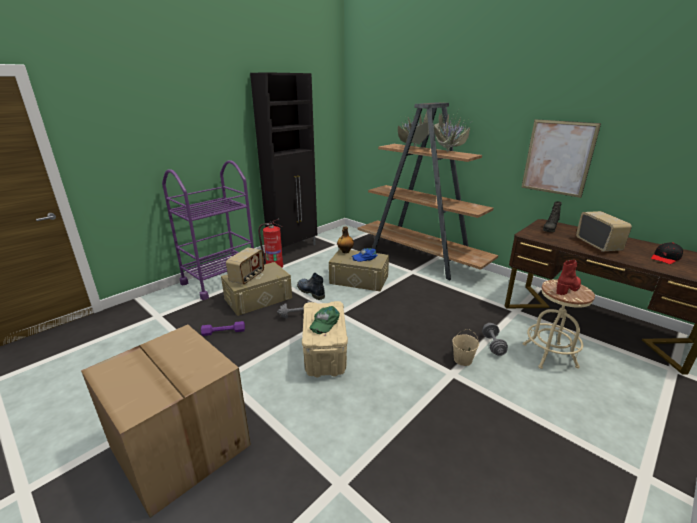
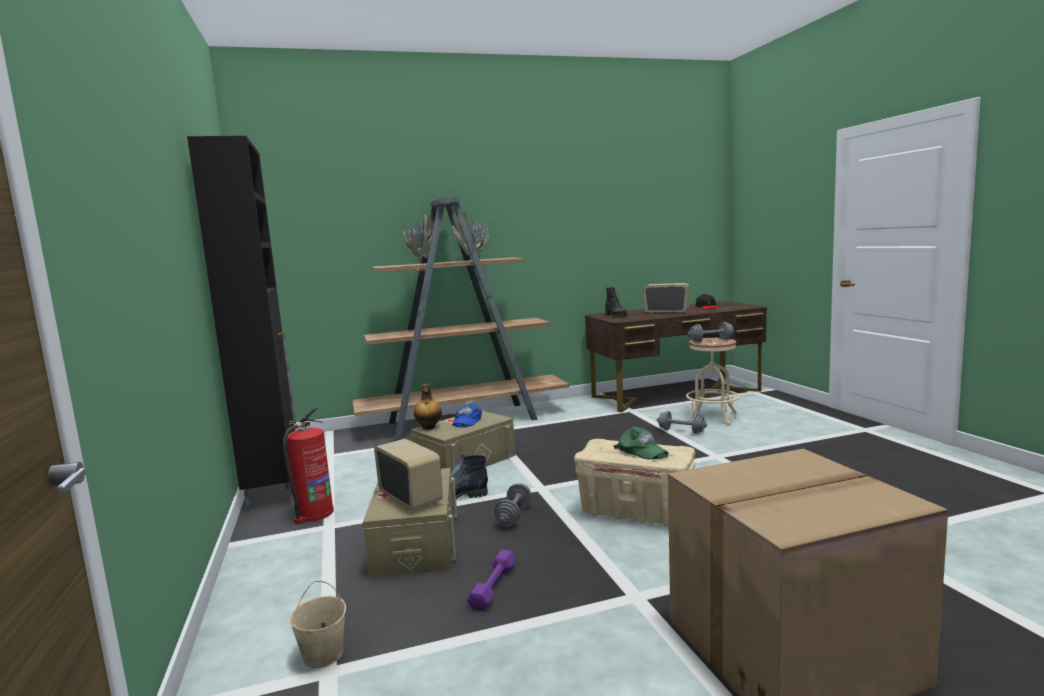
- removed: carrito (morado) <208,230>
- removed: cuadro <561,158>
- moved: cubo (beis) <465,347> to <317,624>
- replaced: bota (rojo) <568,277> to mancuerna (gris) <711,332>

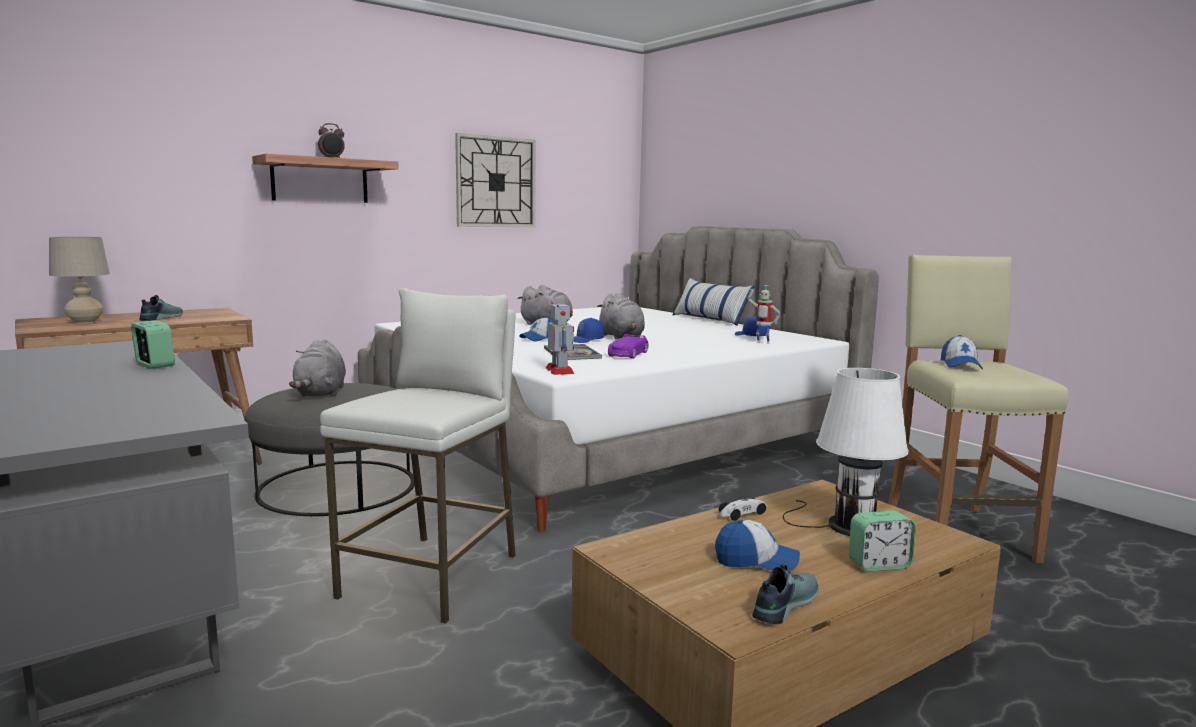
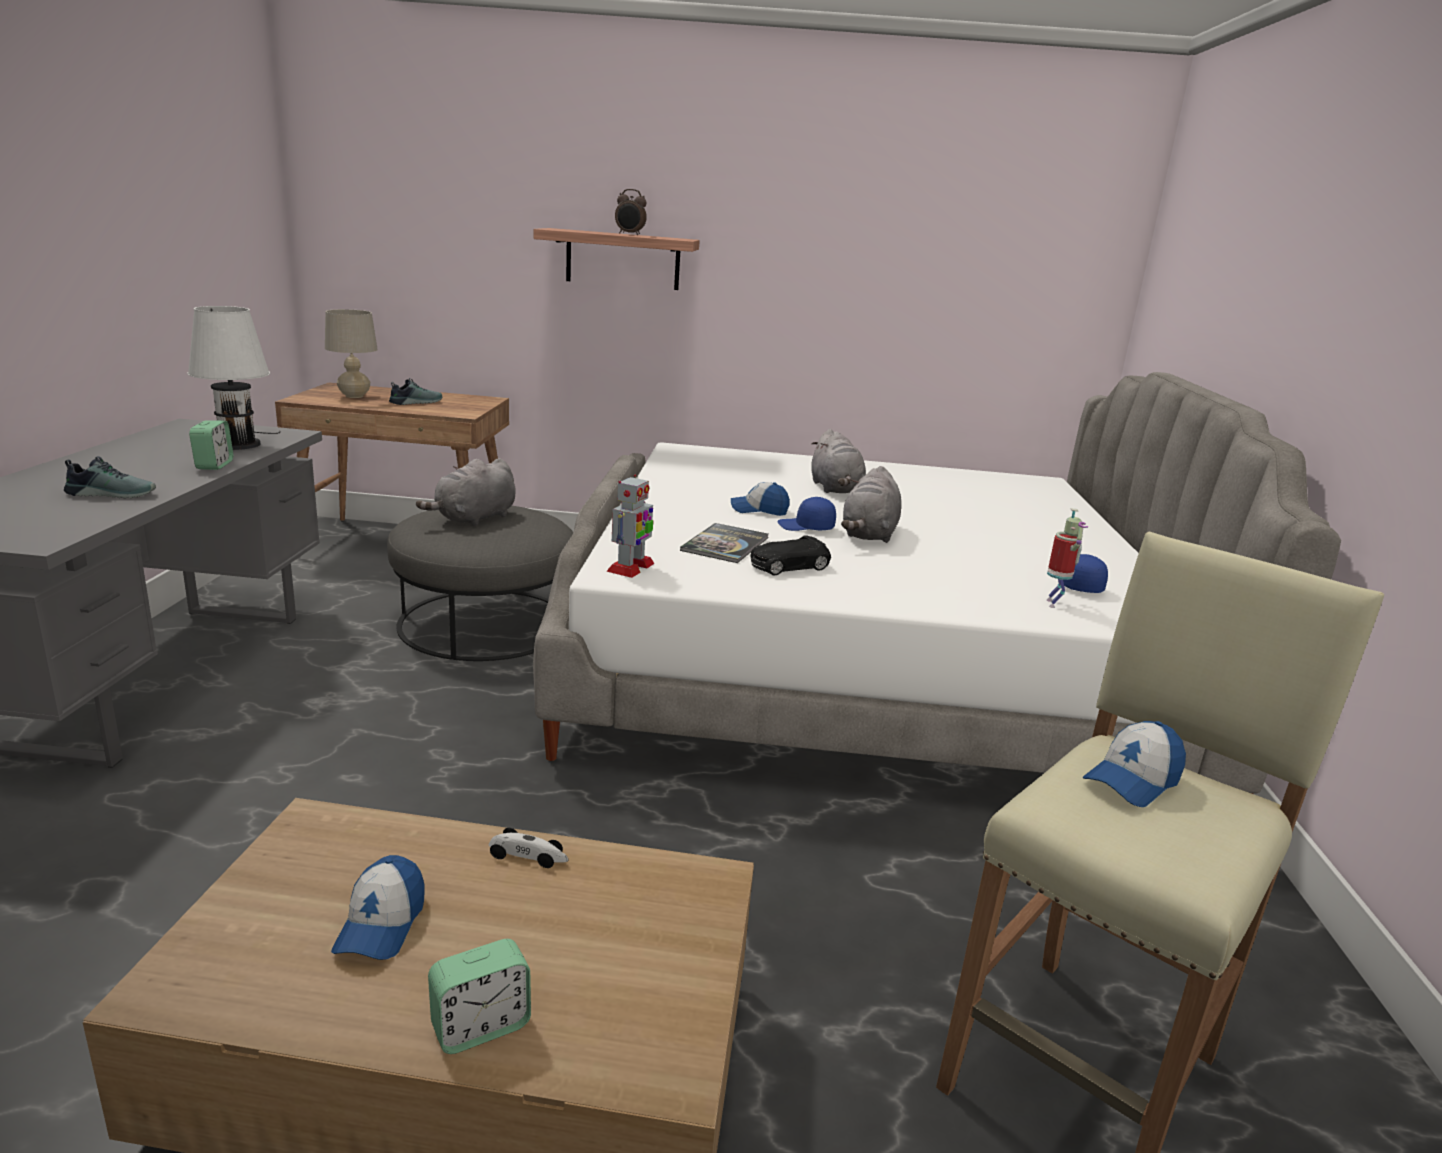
- removed: taburete (blanco) <418,455>
- removed: reloj de pared <495,180>
- removed: cojín <713,302>
- moved: zapato <785,593> to <110,477>
- moved: lámpara de mesa (blanco) <846,452> to <233,378>
- recoloured: coche de juguete (morado) <628,346> to coche de juguete (negro) <790,555>
- turned: gorra <757,545> = <378,907> 45 degrees clockwise
- turned: robot de juguete <764,314> = <1067,558> 150 degrees counterclockwise
- turned: despertador <882,541> = <479,996> 60 degrees counterclockwise

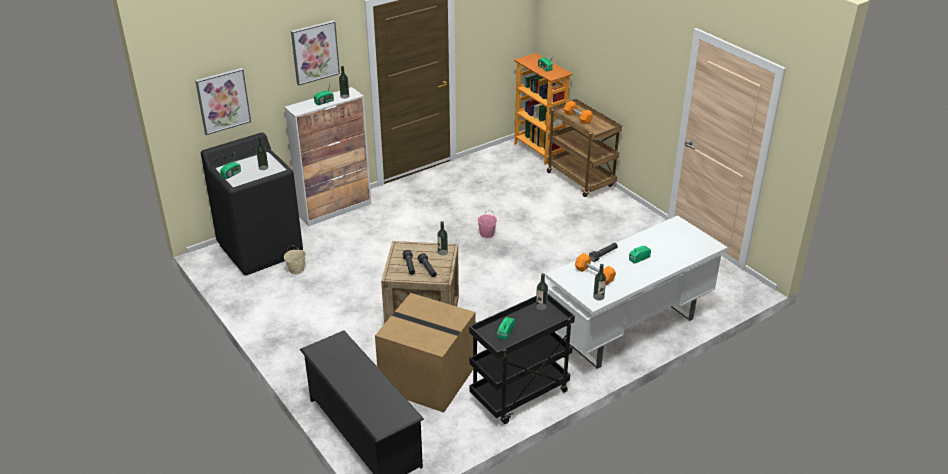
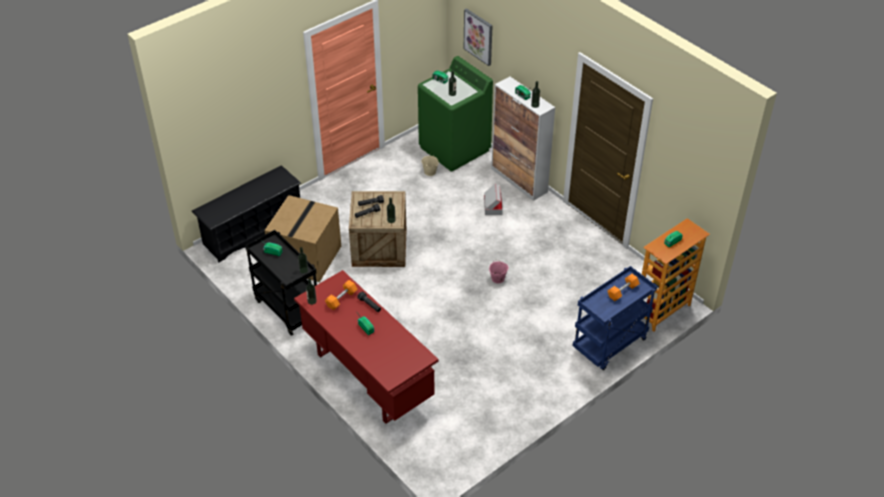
- removed: cuadro <315,52>
- added: caja de cartón <493,199>
- recoloured: lavadora (negro) <252,204> to lavadora (verde) <455,114>
- recoloured: escritorio (blanco) <636,292> to escritorio (rojo) <366,347>
- recoloured: carrito (marrón) <584,148> to carrito (azul) <614,318>

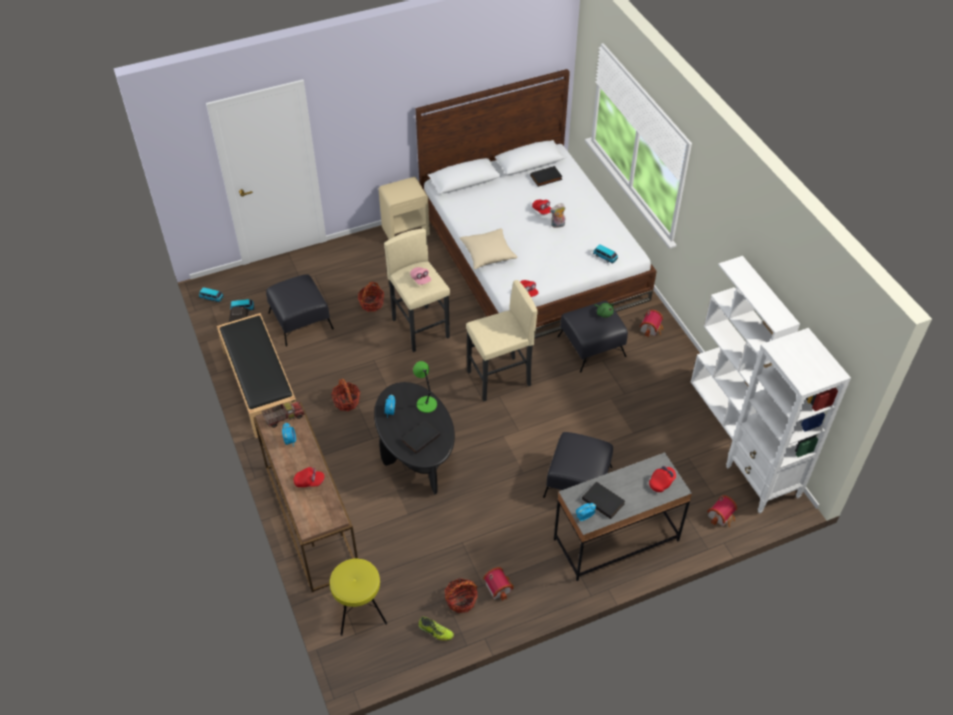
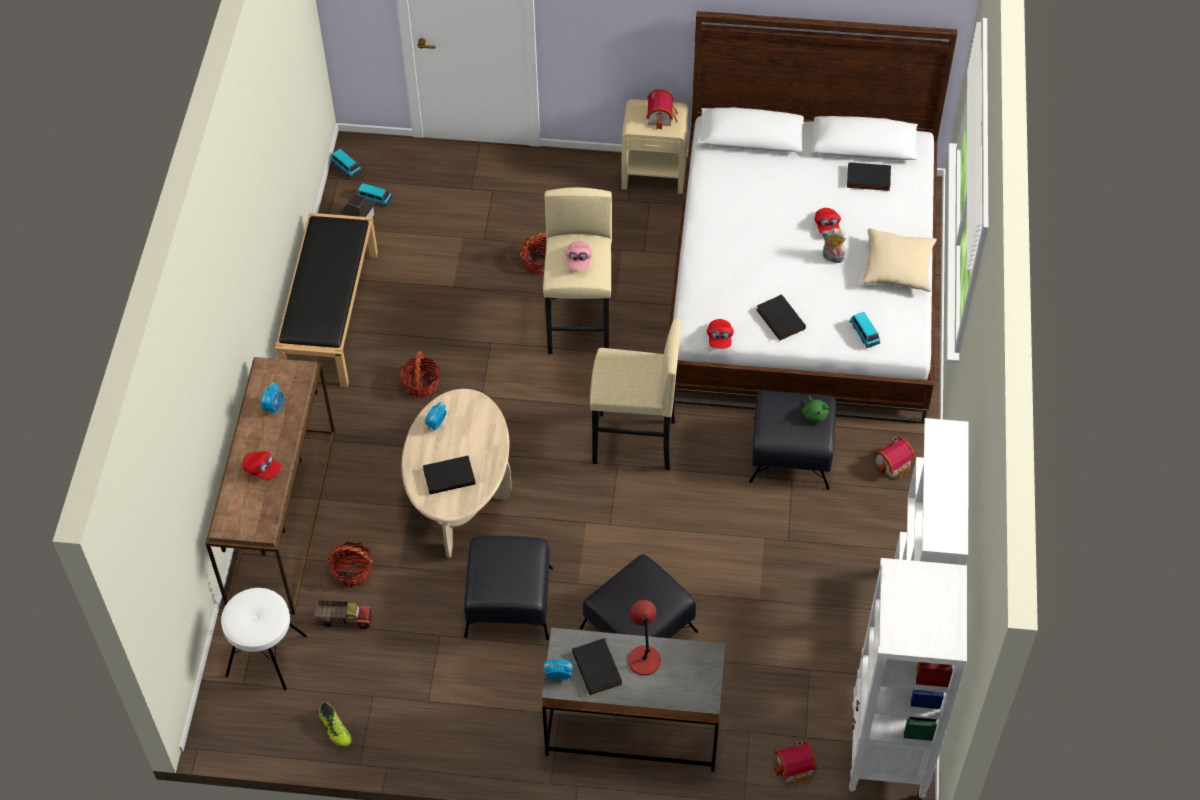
- removed: lámpara de mesa (verde) <425,387>
- removed: gorra (rojo) <662,479>
- added: lámpara de mesa (rojo) <644,637>
- added: libro (negro) <781,317>
- moved: camión de juguete <283,415> to <343,614>
- moved: puf (negro) <300,310> to <508,588>
- moved: cesta <461,595> to <350,564>
- moved: cojín (beis) <489,249> to <898,260>
- moved: casita <498,584> to <662,109>
- recoloured: taburete (amarillo) <358,597> to taburete (blanco) <264,639>
- recoloured: mesa de centro (negro) <414,438> to mesa de centro (beis) <456,473>

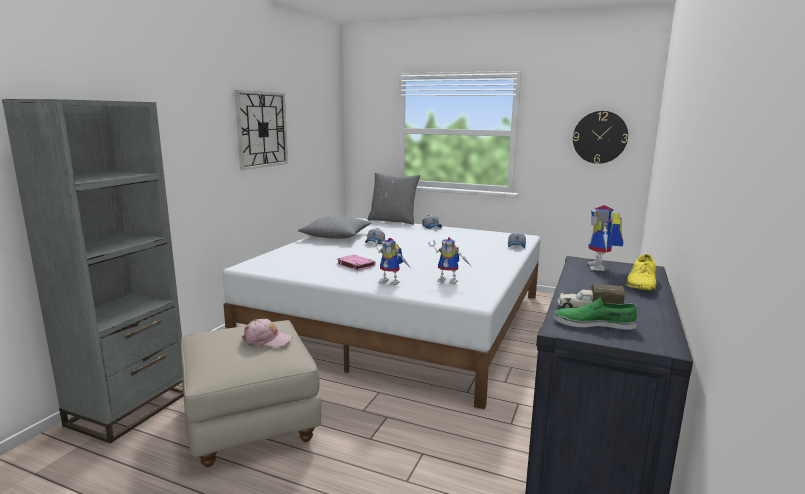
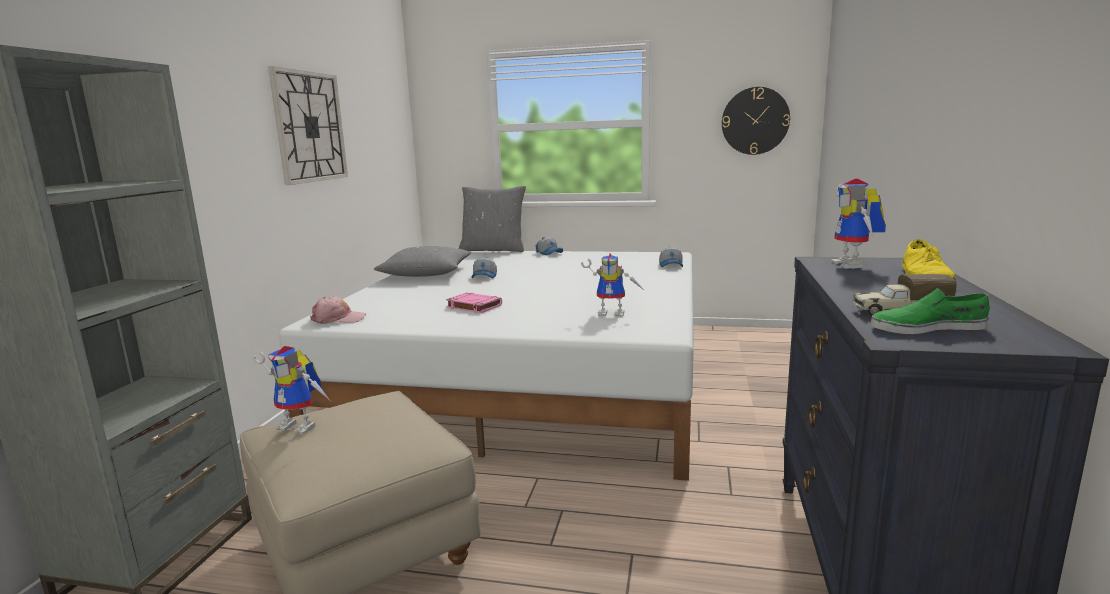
- moved: gorra (rosa) <267,333> to <338,310>
- moved: robot de juguete <390,262> to <291,390>

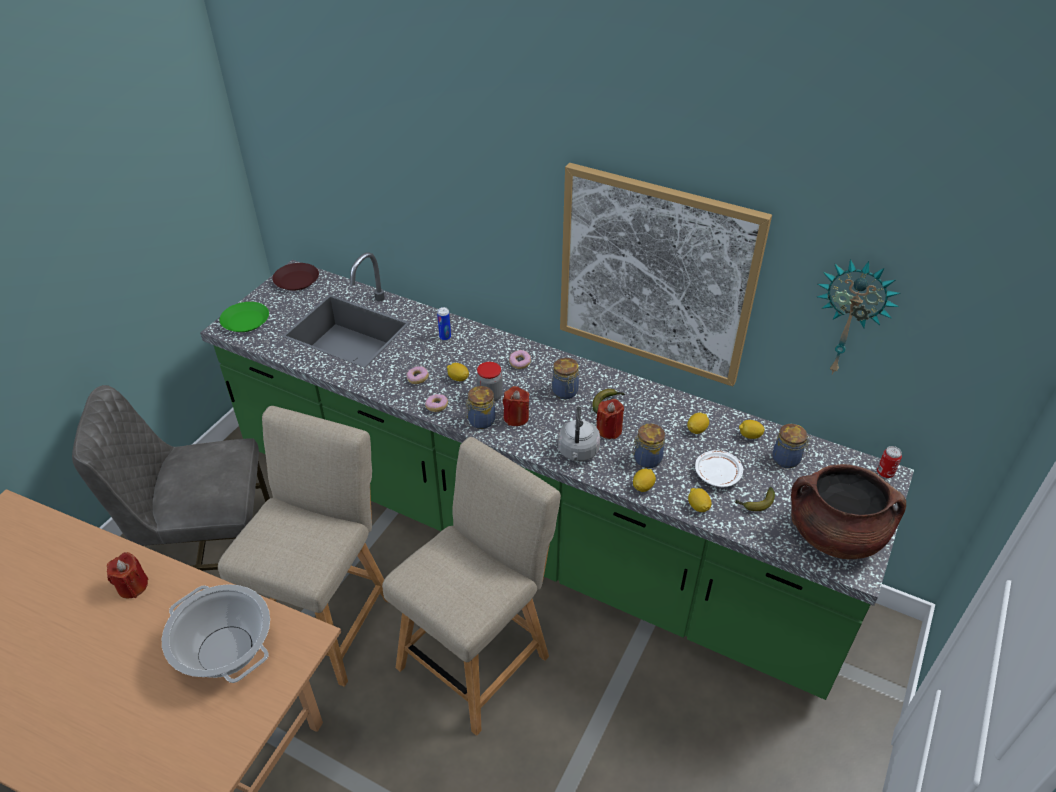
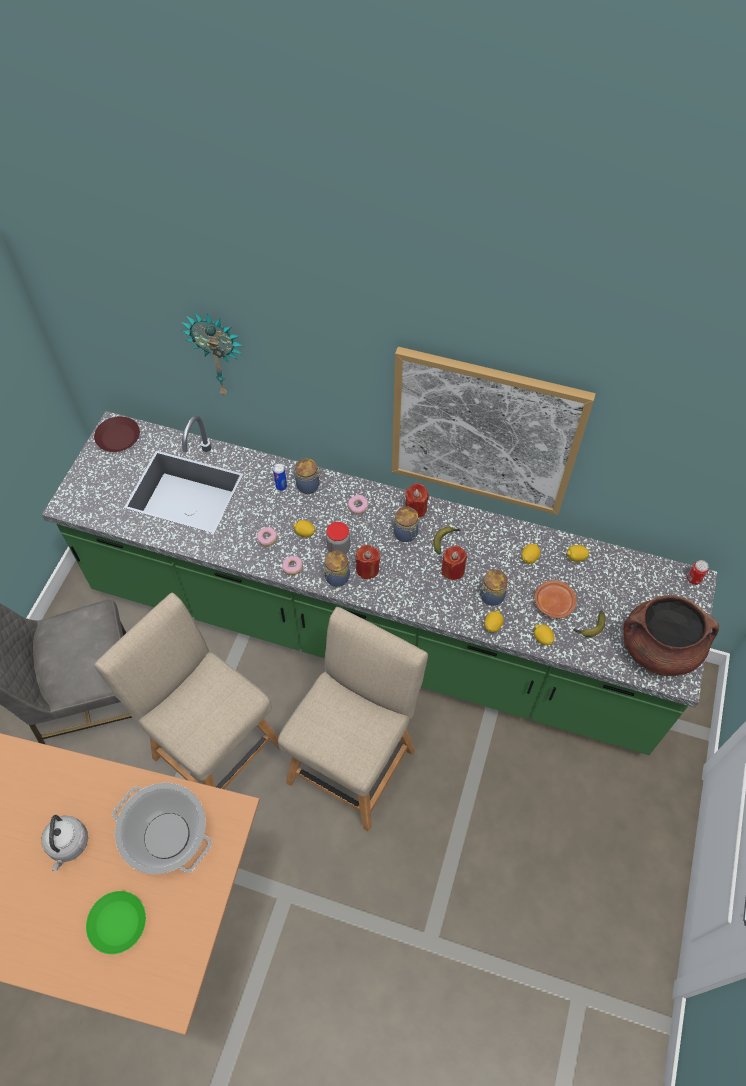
- moved: vela (rojo) <127,575> to <417,500>
- moved: plato (verde) <244,317> to <116,922>
- moved: hervidor (gris) <579,433> to <64,843>
- moved: tarro <791,446> to <308,476>
- moved: reloj de pared <859,317> to <212,354>
- recoloured: plato (blanco) <719,468> to plato (marrón) <556,599>
- turned: silla (beis) <303,546> = <187,690> 60 degrees counterclockwise

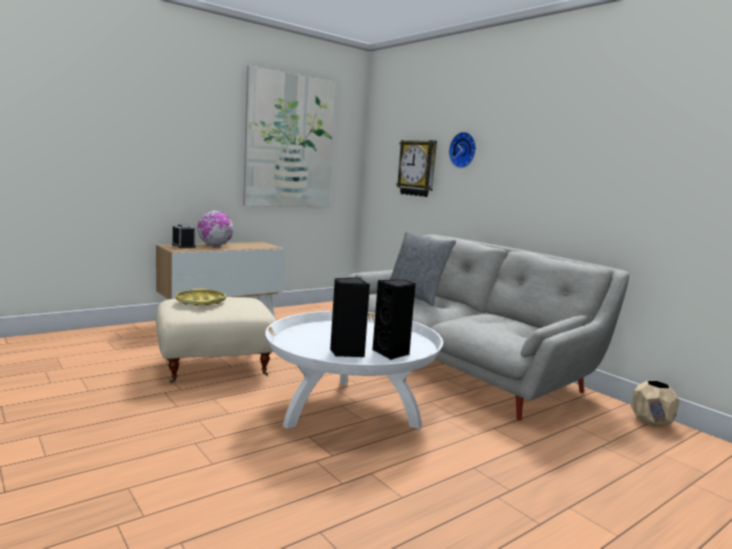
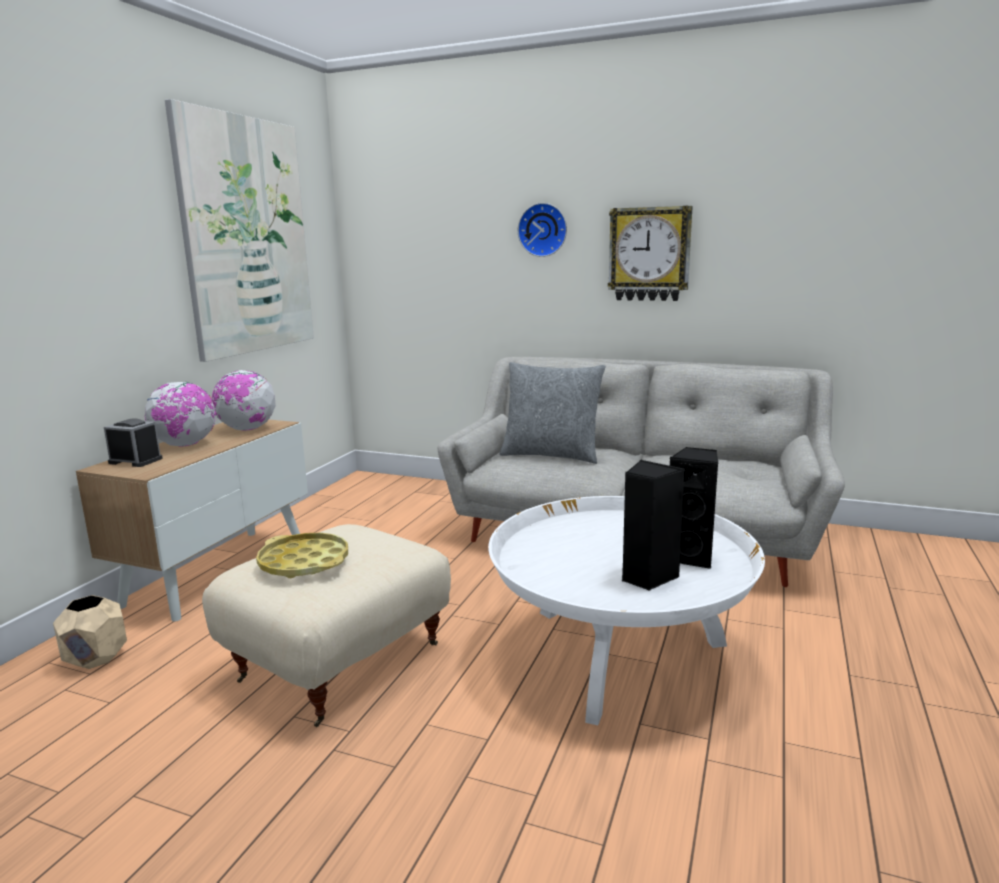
- added: globo terráqueo <244,400>
- moved: reloj de pared <416,168> to <650,253>
- moved: maceta (beis) <655,403> to <90,632>

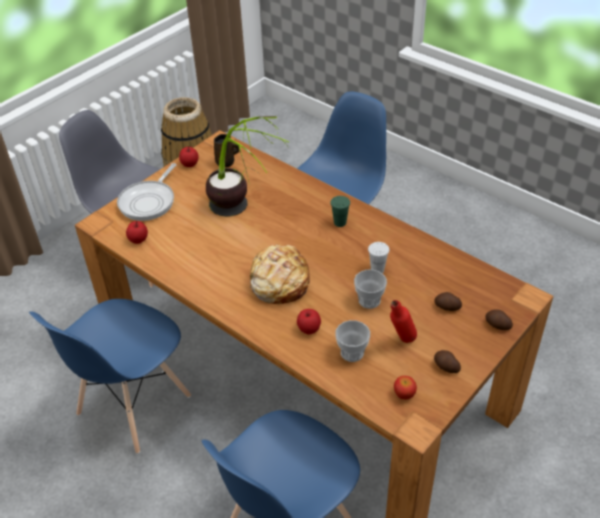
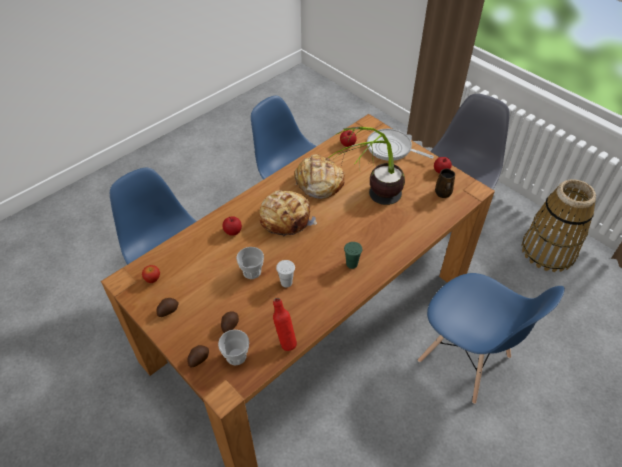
- added: pan <319,176>
- moved: taza <352,341> to <233,347>
- moved: botella (rojo) <403,321> to <285,324>

